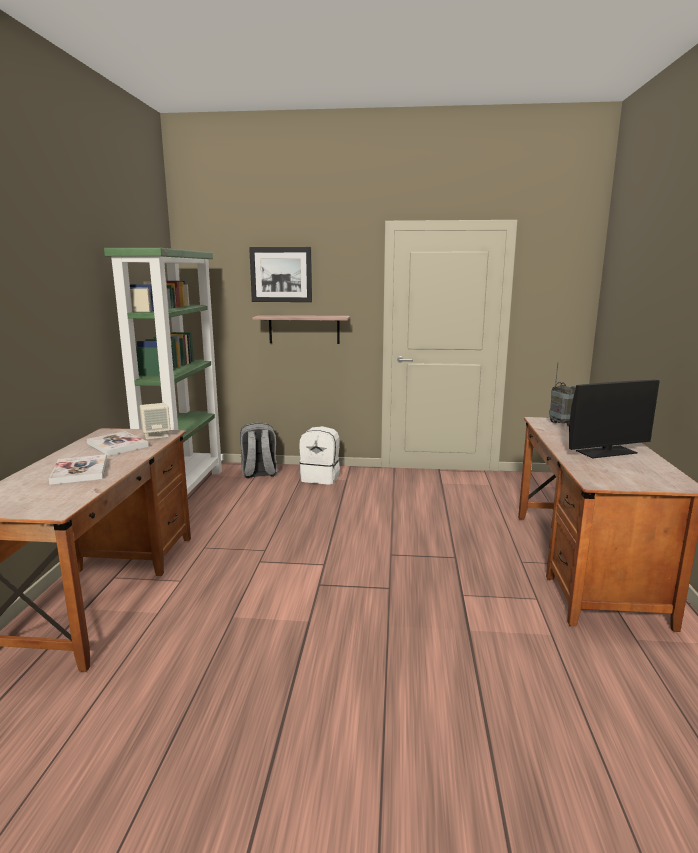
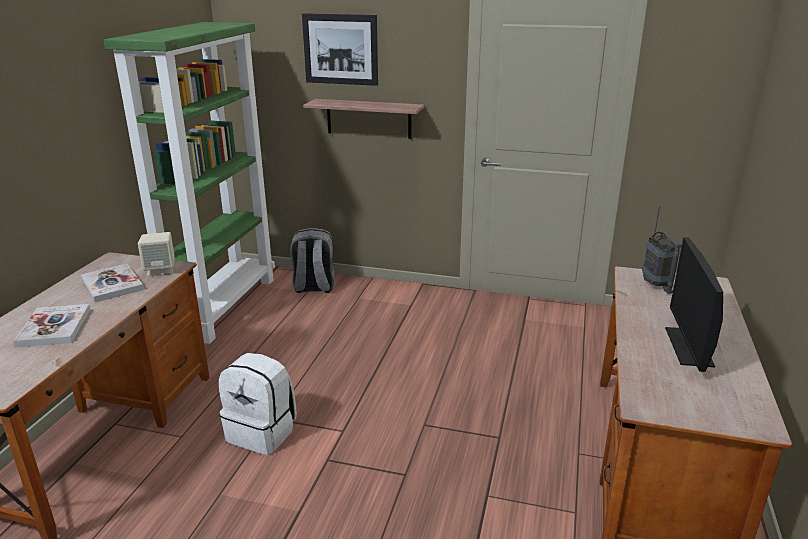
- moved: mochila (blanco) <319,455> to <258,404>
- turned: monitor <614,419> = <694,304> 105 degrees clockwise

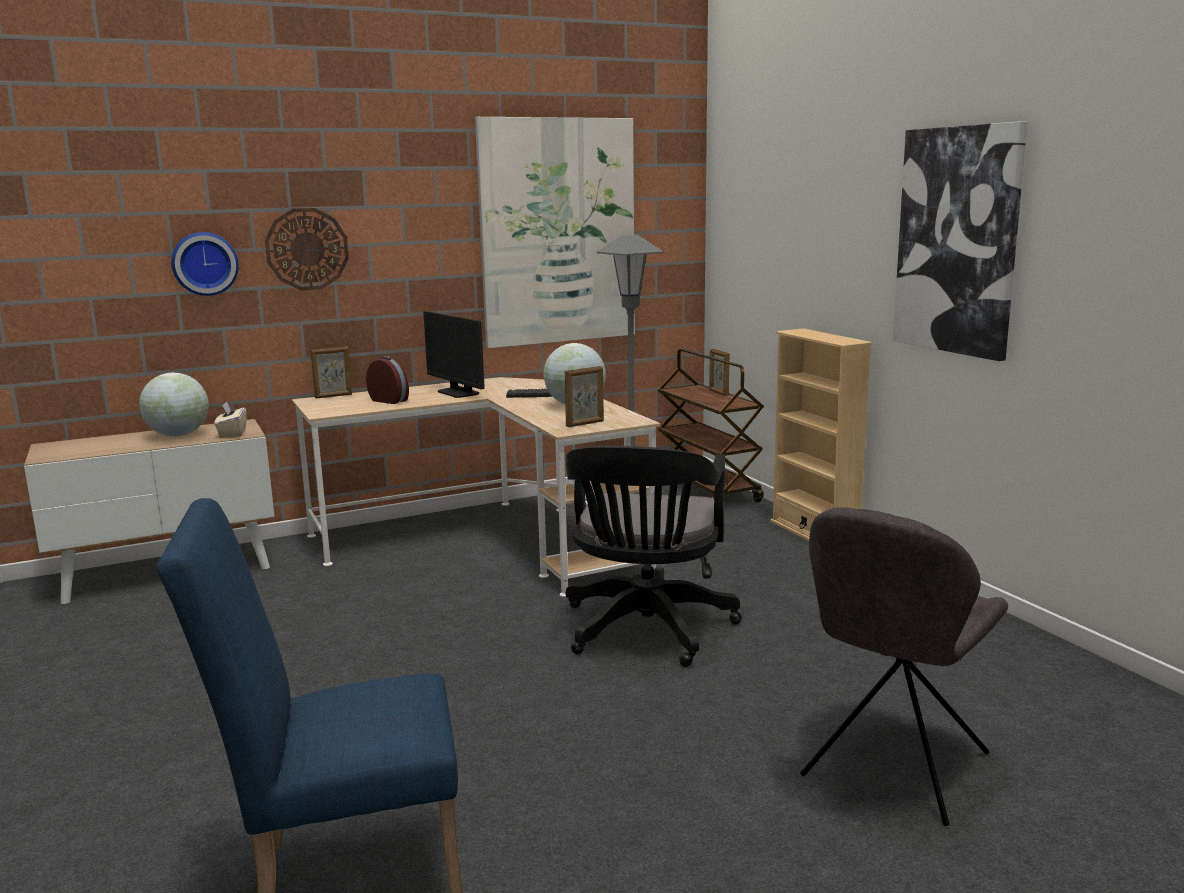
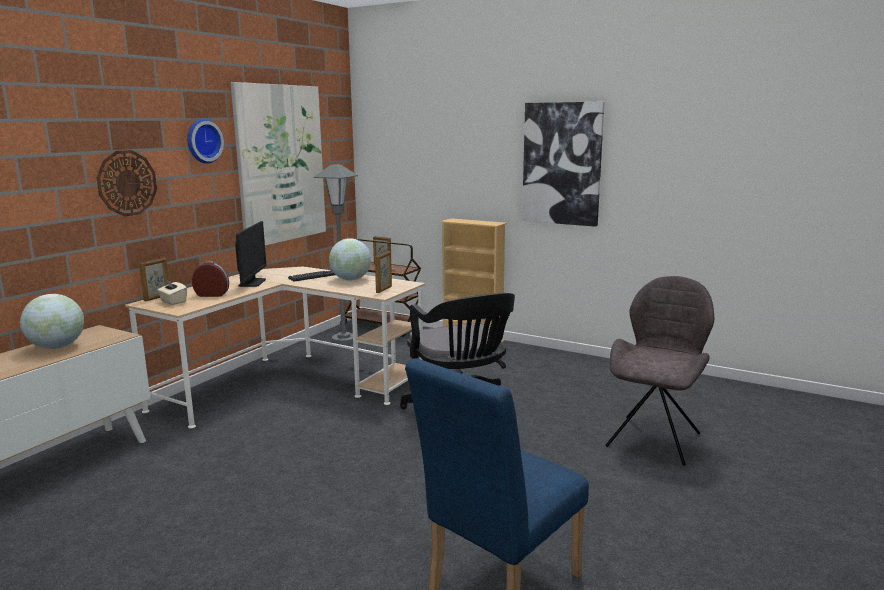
- moved: reloj de pared <205,264> to <205,141>
- moved: caja de pañuelos (beis) <230,419> to <172,292>
- turned: monitor <454,354> = <250,254> 105 degrees counterclockwise
- turned: silla (gris) <904,666> = <660,371> 150 degrees counterclockwise

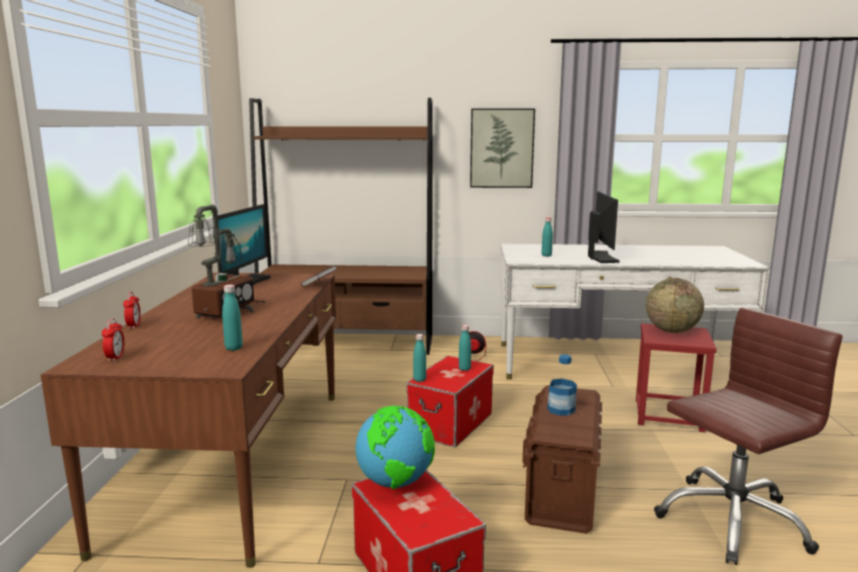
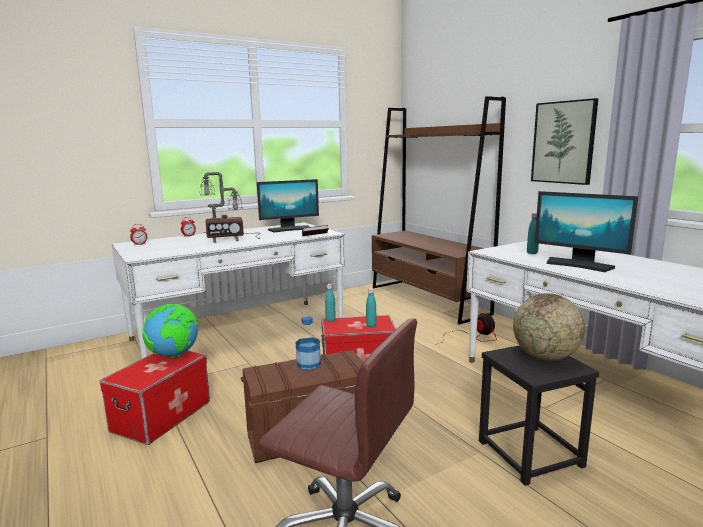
- removed: botella (turquesa) <232,318>
- recoloured: escritorio (marrón) <188,420> to escritorio (blanco) <229,290>
- recoloured: taburete (rojo) <676,377> to taburete (negro) <539,415>
- turned: monitor <604,227> = <586,231> 75 degrees clockwise

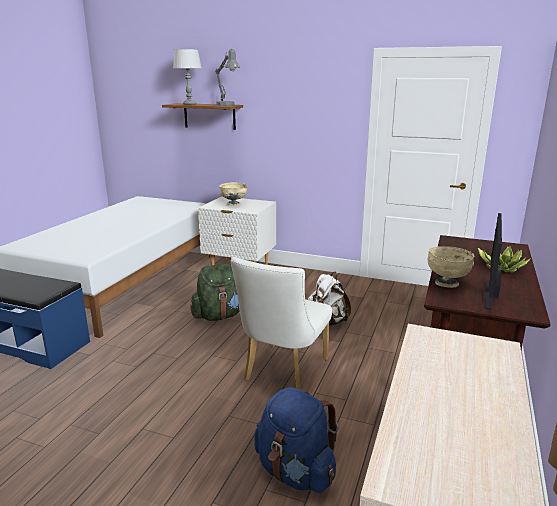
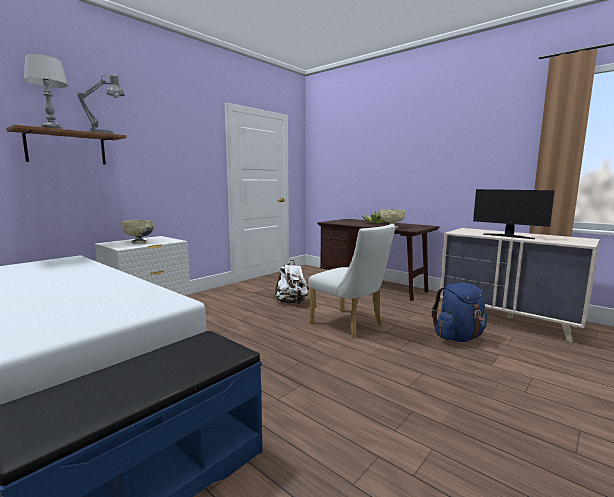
- removed: mochila (verde) <215,292>
- moved: monitor <493,261> to <514,214>

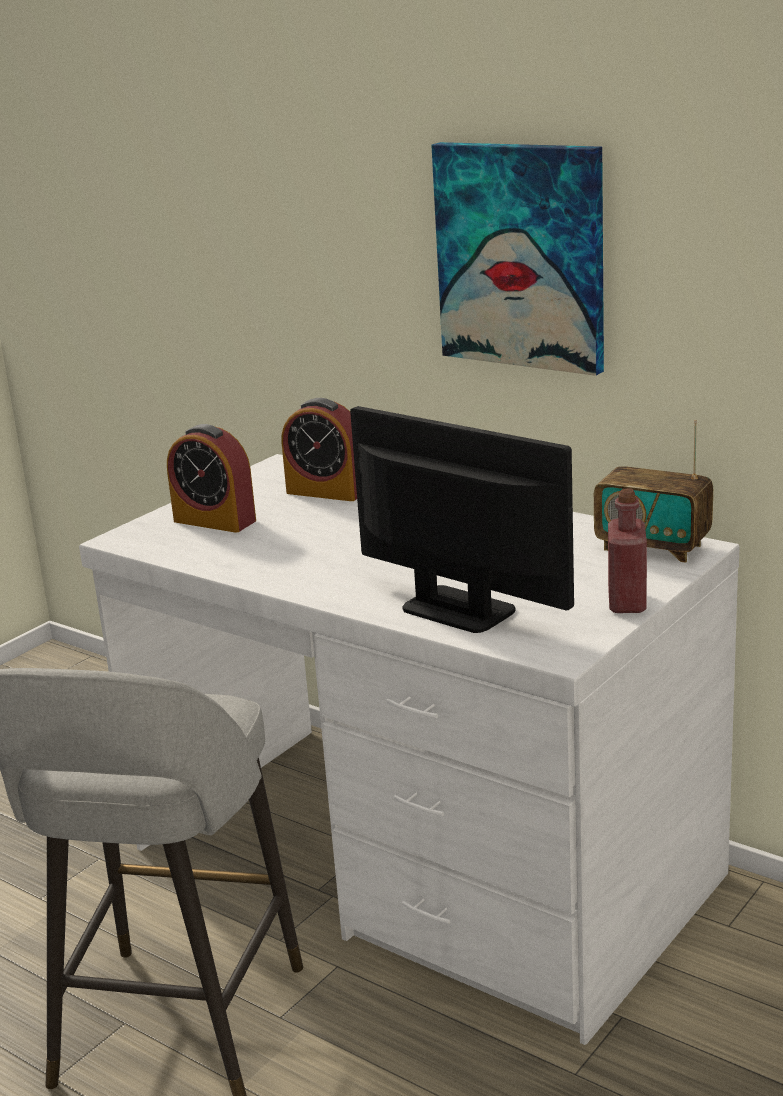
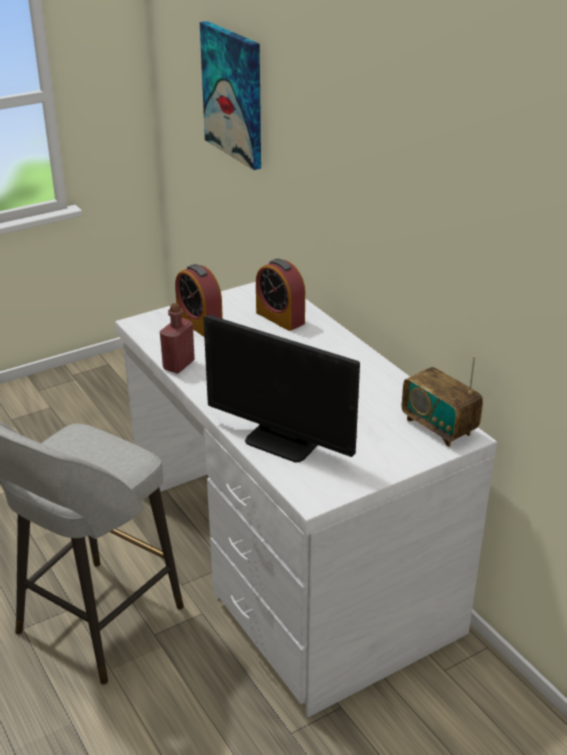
- moved: cuadro <517,259> to <230,95>
- moved: botella (rojo) <627,551> to <177,338>
- turned: monitor <462,519> = <281,388> 150 degrees clockwise

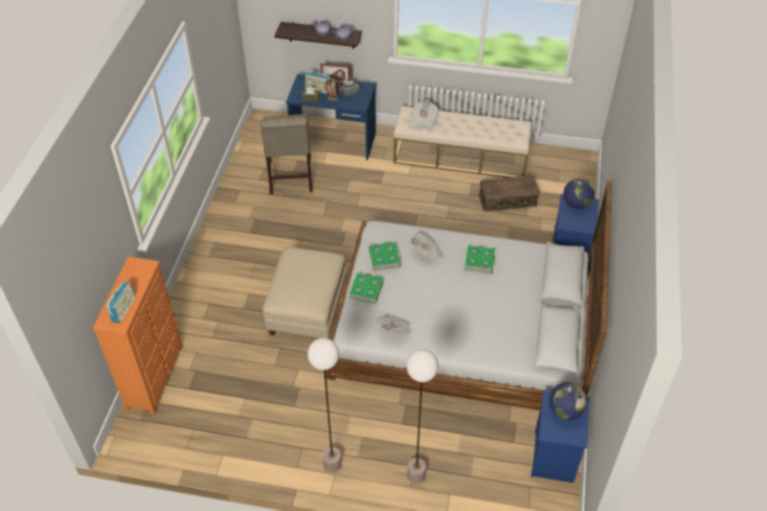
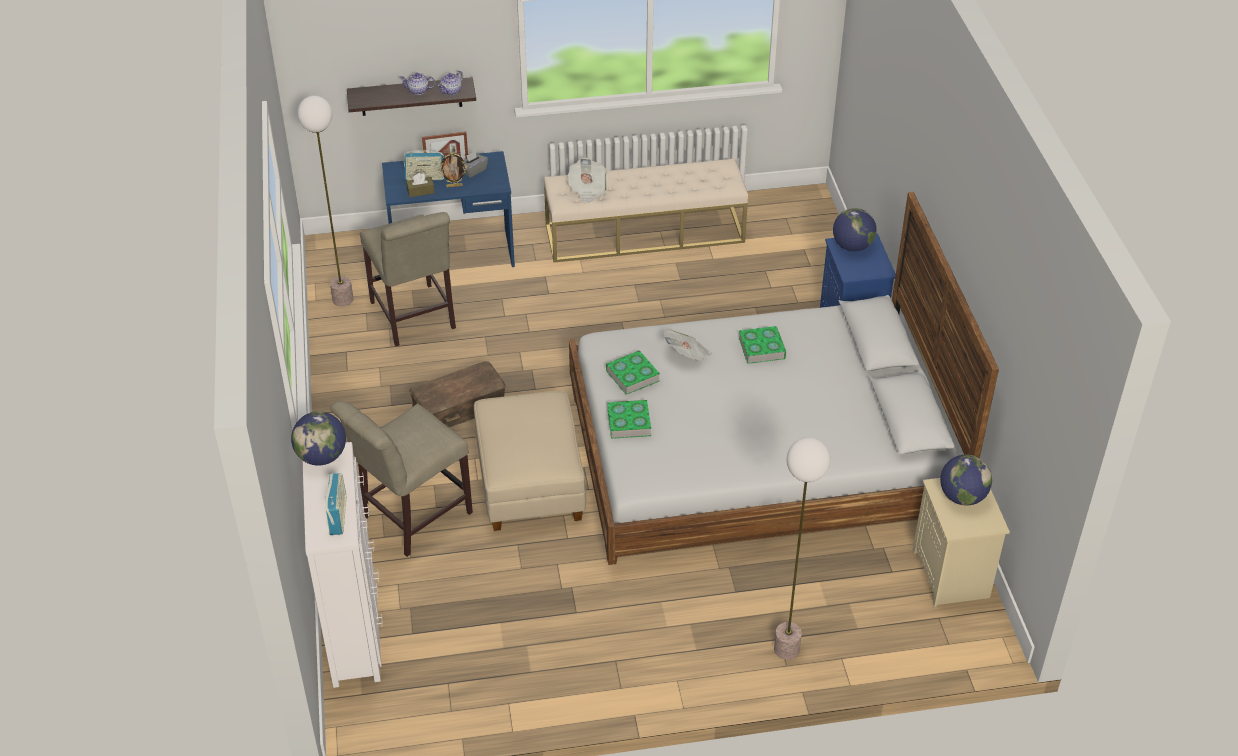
- removed: periódico <393,324>
- added: globo terráqueo <318,438>
- added: silla (beis) <401,479>
- moved: lámpara de pie <325,405> to <325,201>
- moved: caja de almacenaje (marrón) <509,193> to <457,394>
- recoloured: cómoda (naranja) <138,336> to cómoda (blanco) <342,565>
- recoloured: mesita de noche (azul) <560,436> to mesita de noche (beis) <961,542>

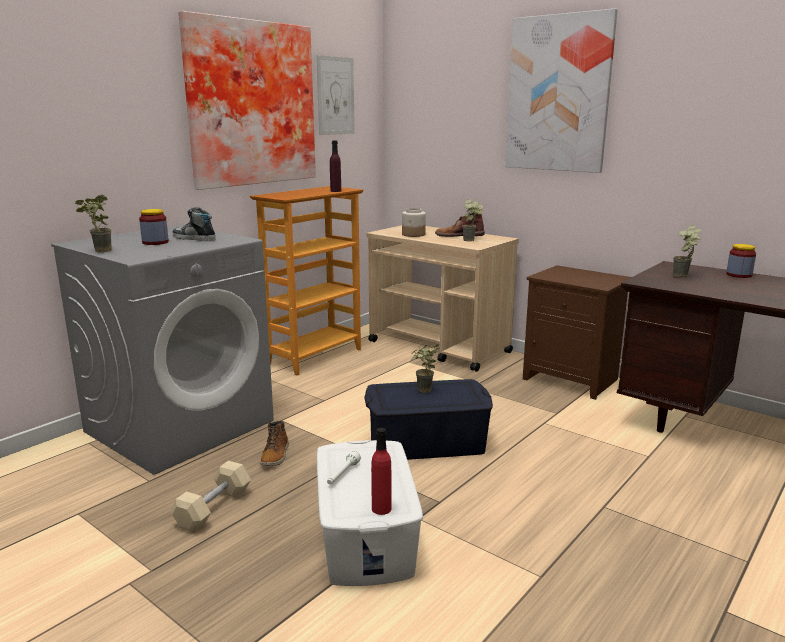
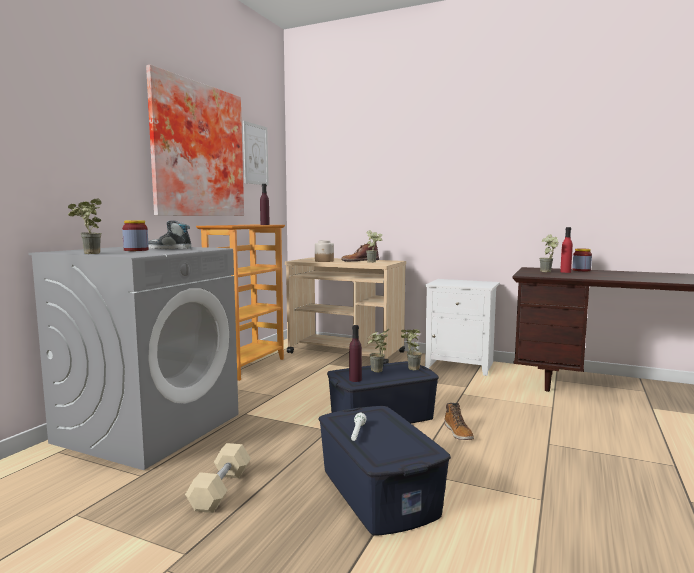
- removed: cuadro <561,91>
- added: botella (morado) <355,353>
- added: planta en maceta <411,349>
- moved: bota <274,443> to <459,421>
- moved: botella (rojo) <381,471> to <566,250>
- recoloured: caja de almacenaje (blanco) <370,513> to caja de almacenaje (azul) <384,471>
- recoloured: mesita de noche (marrón) <577,332> to mesita de noche (blanco) <462,327>

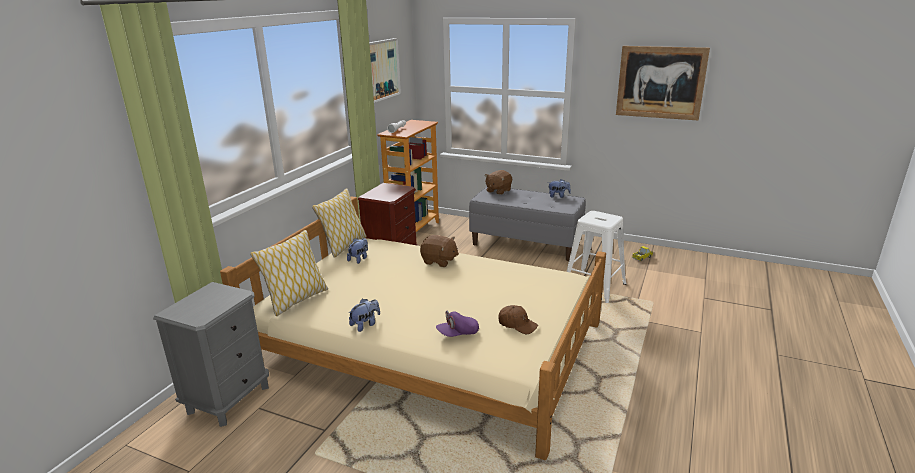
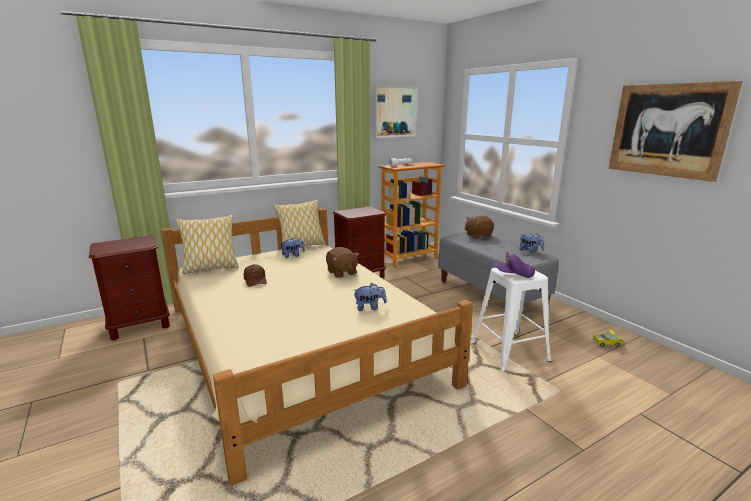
- moved: peluche <364,315> to <370,297>
- moved: gorra (morado) <457,323> to <514,264>
- moved: gorra (marrón) <518,319> to <255,275>
- recoloured: mesita de noche (gris) <211,354> to mesita de noche (marrón) <129,287>

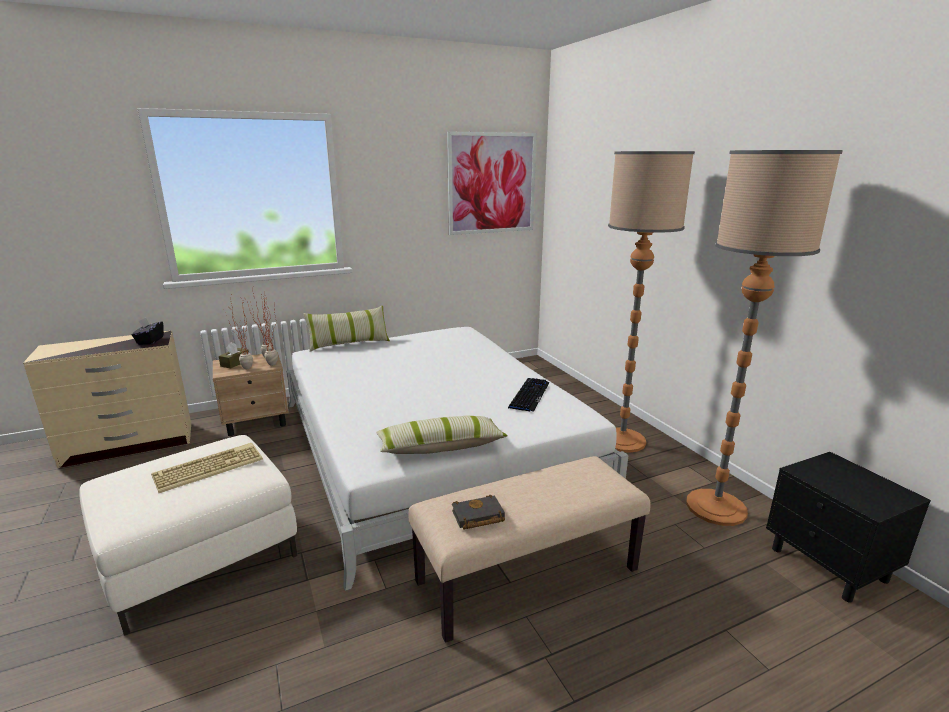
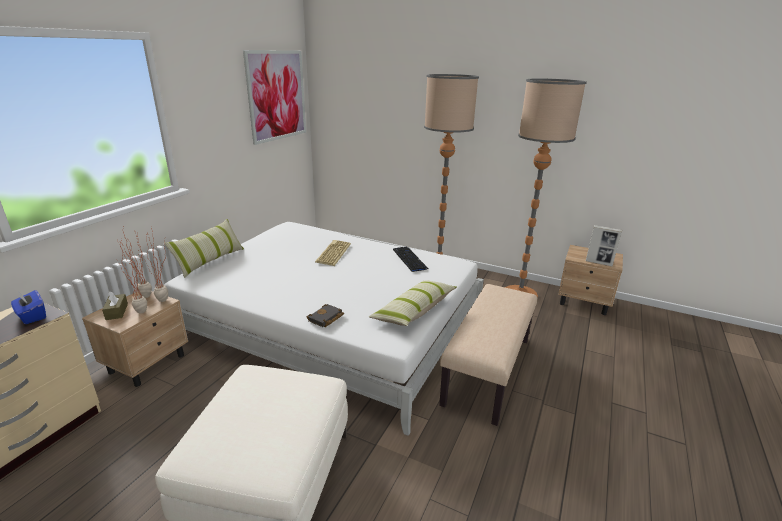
- added: portarretratos <604,245>
- moved: teclado <207,468> to <333,253>
- moved: libro (negro) <478,512> to <325,315>
- recoloured: caja de pañuelos (negro) <148,331> to caja de pañuelos (azul) <28,307>
- recoloured: mesita de noche (negro) <848,527> to mesita de noche (beis) <590,280>

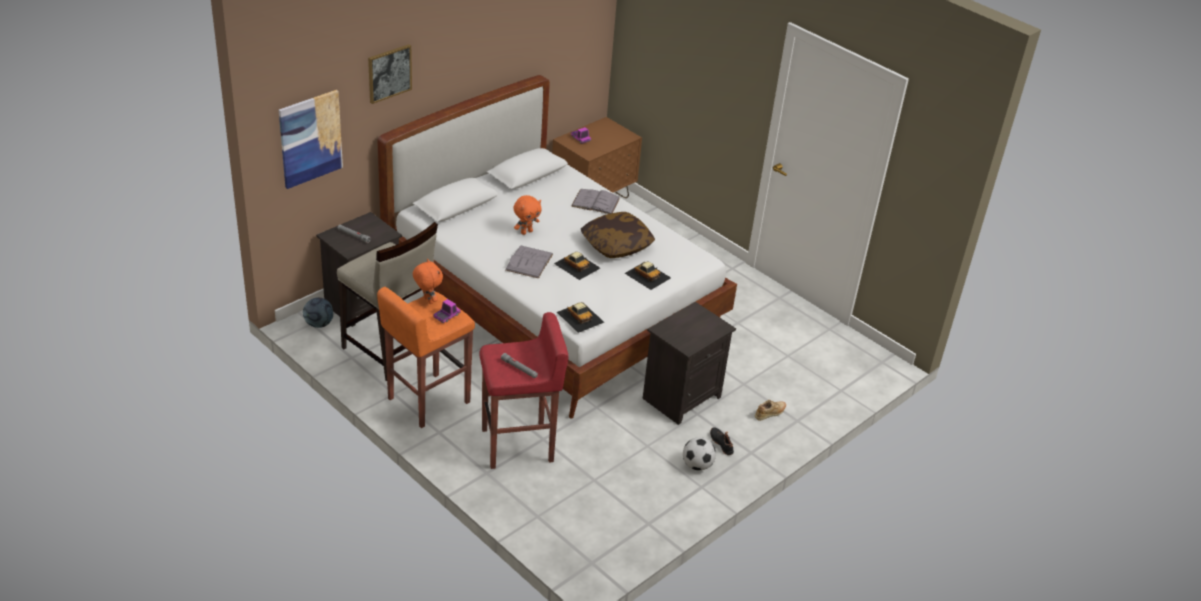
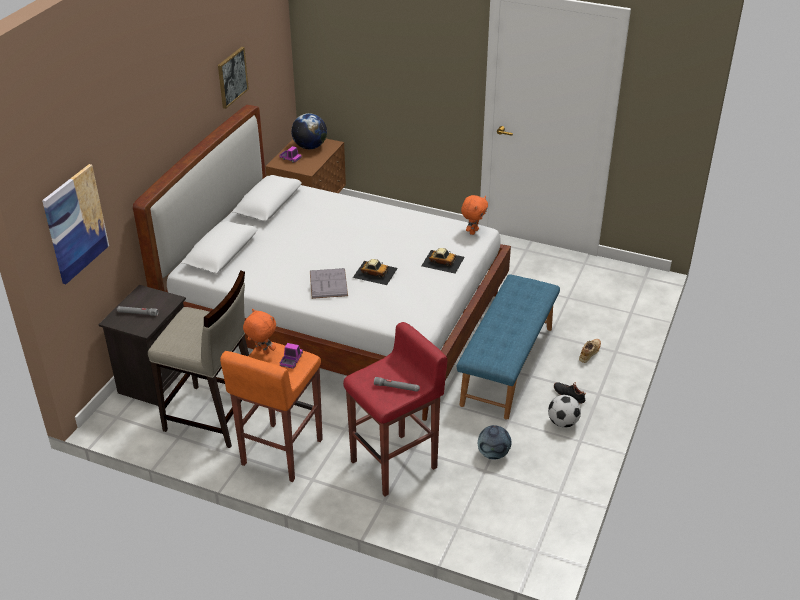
- removed: coche de juguete <580,317>
- removed: libro (gris) <595,201>
- removed: cojín <618,235>
- added: globo terráqueo <309,131>
- moved: balón de fútbol <318,313> to <495,442>
- moved: cuadro <390,74> to <233,78>
- moved: peluche (naranja) <527,215> to <474,215>
- replaced: mesita de noche (negro) <689,363> to banco (azul) <508,347>

